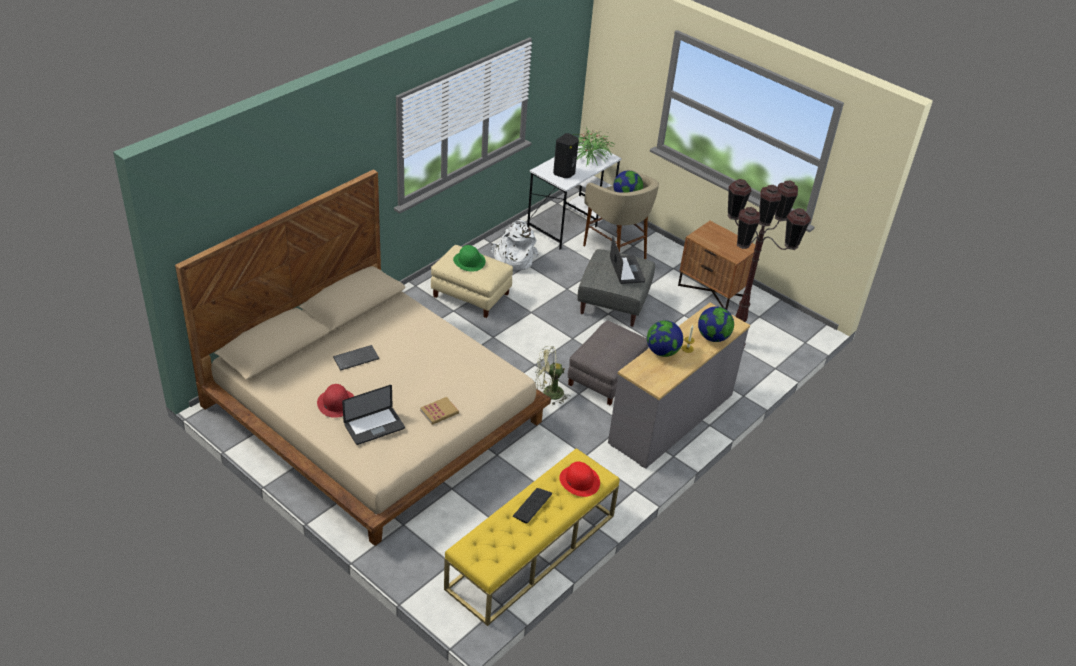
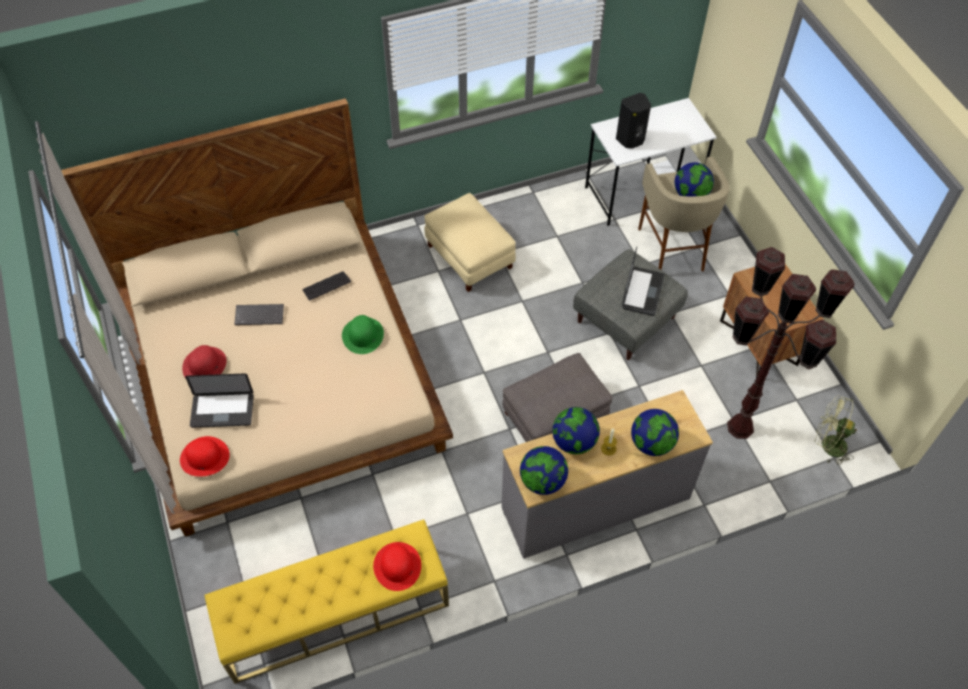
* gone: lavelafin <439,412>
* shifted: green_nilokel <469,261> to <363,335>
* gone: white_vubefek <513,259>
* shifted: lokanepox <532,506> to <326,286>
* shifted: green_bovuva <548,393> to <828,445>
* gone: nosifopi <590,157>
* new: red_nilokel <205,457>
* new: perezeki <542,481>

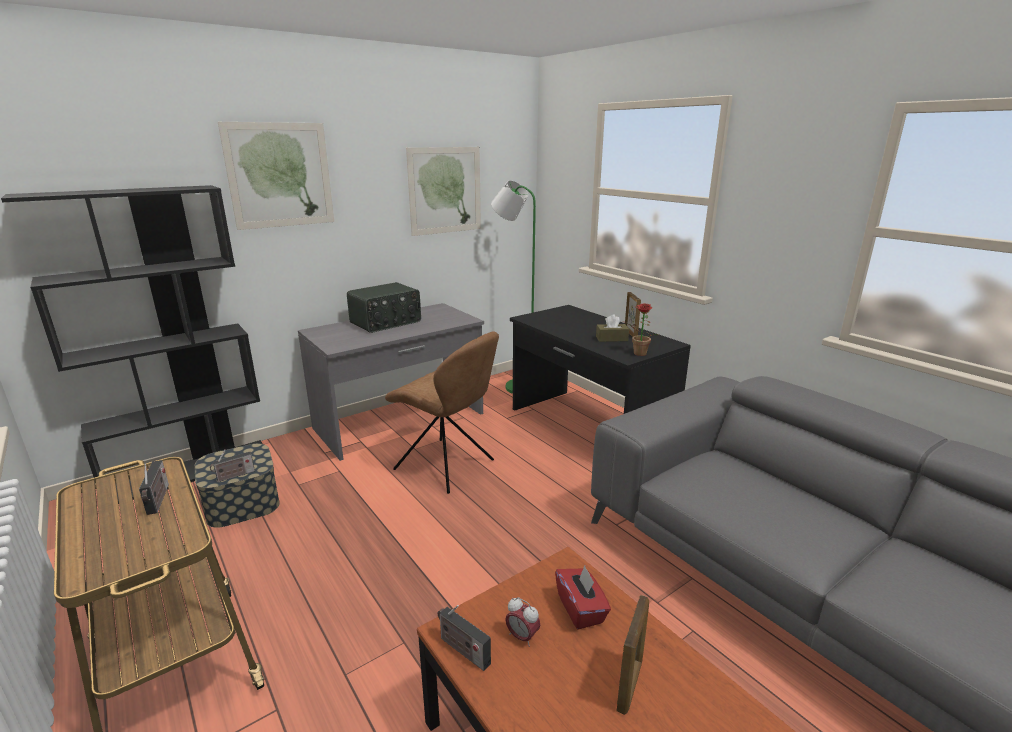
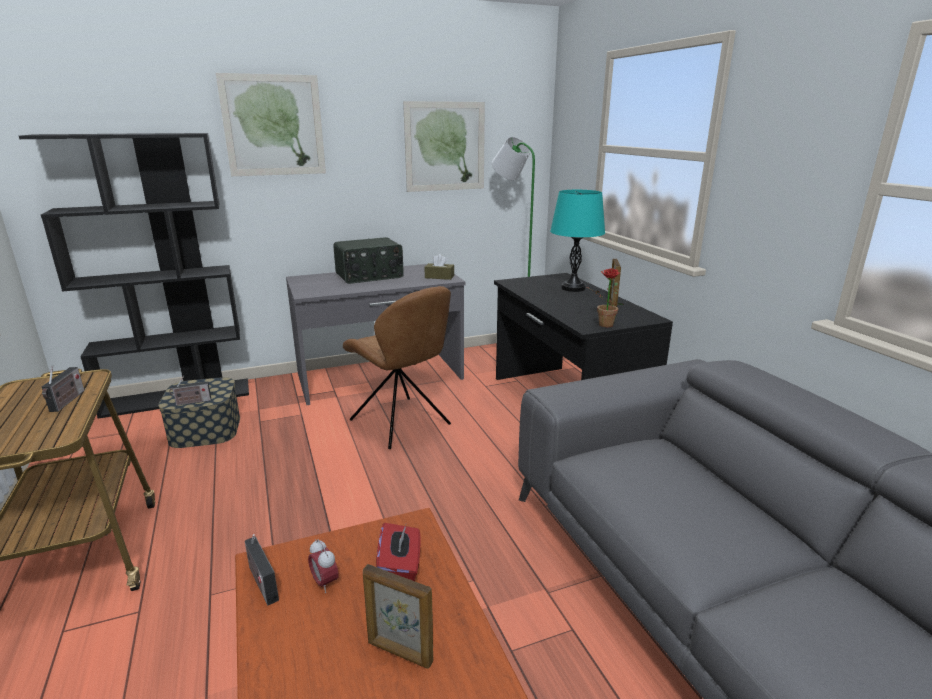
* shifted: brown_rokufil <611,338> to <439,277>
* rotated: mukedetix <630,685> = <399,652> 75 degrees clockwise
* new: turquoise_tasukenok <573,288>

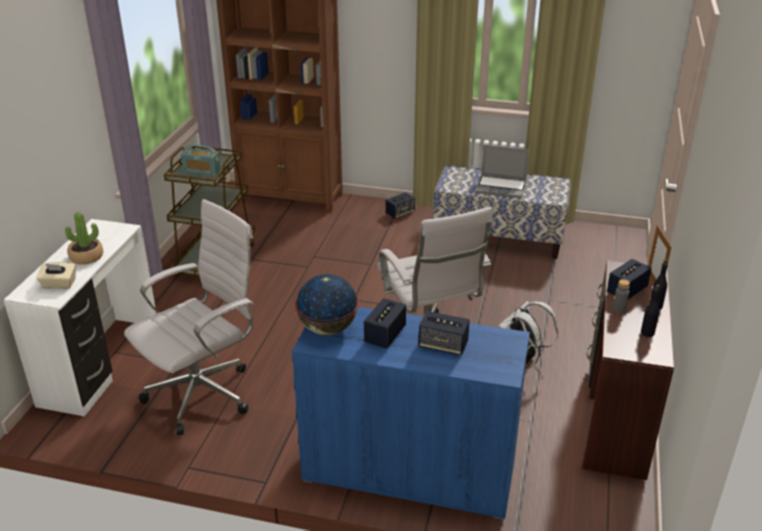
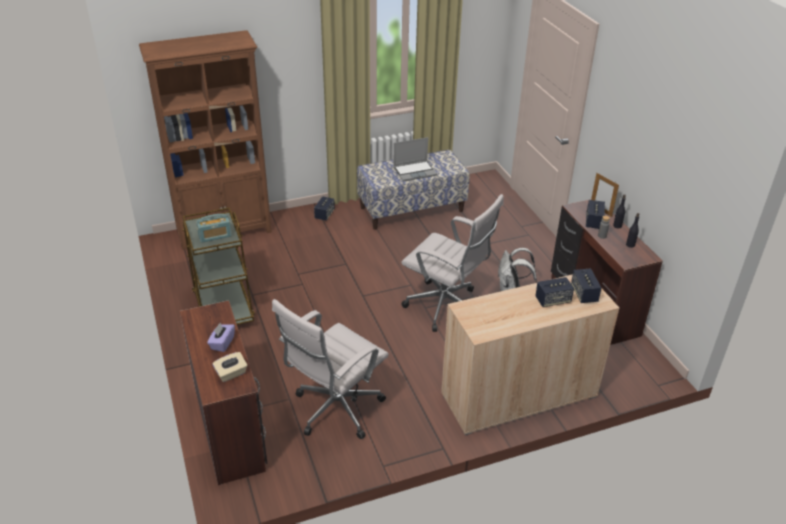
* repainted: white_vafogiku <102,364> to brown_vafogiku <231,427>
* swapped: nosifopi <86,257> to purple_rokufil <222,343>
* rotated: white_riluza <204,393> = <335,410> 150 degrees counterclockwise
* repainted: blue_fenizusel <409,471> to beige_fenizusel <518,395>
* gone: perezeki <328,328>
* shifted: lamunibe <385,335> to <584,294>

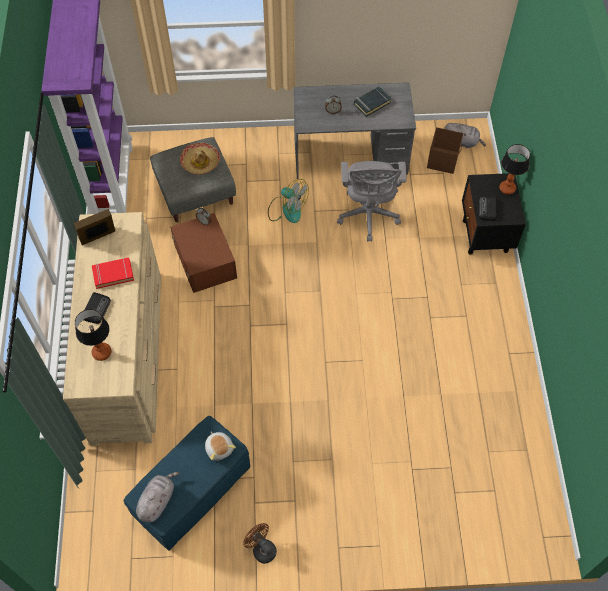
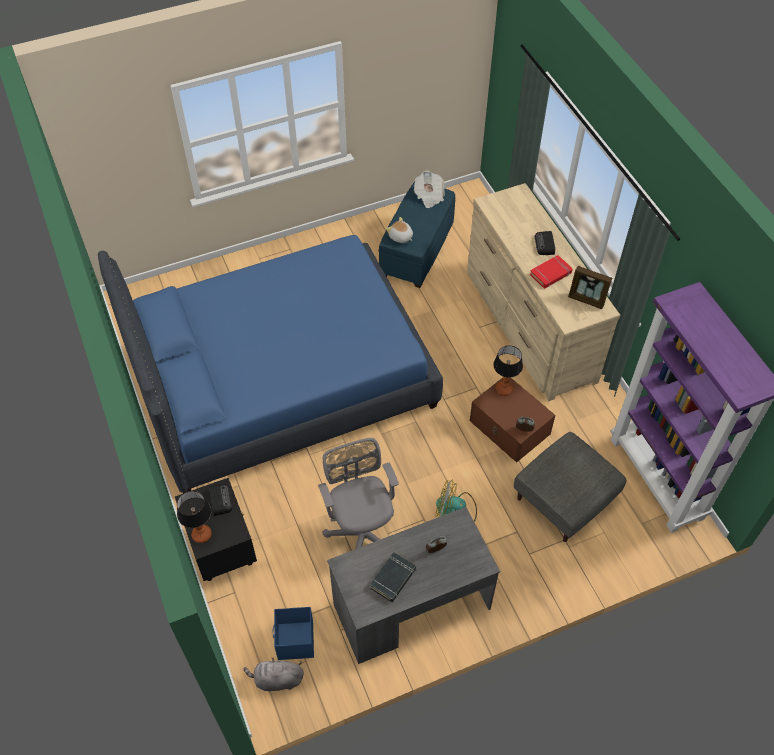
* rotated: mukedetix <98,237> = <587,299> 75 degrees clockwise
* shifted: tasukenok <101,352> to <504,390>
* swapped: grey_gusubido <157,500> to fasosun <429,196>
* gone: nilokel <200,162>
* gone: brown_bovuva <261,548>
* repainted: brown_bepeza <443,160> to blue_bepeza <295,641>
* new: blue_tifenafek <281,379>

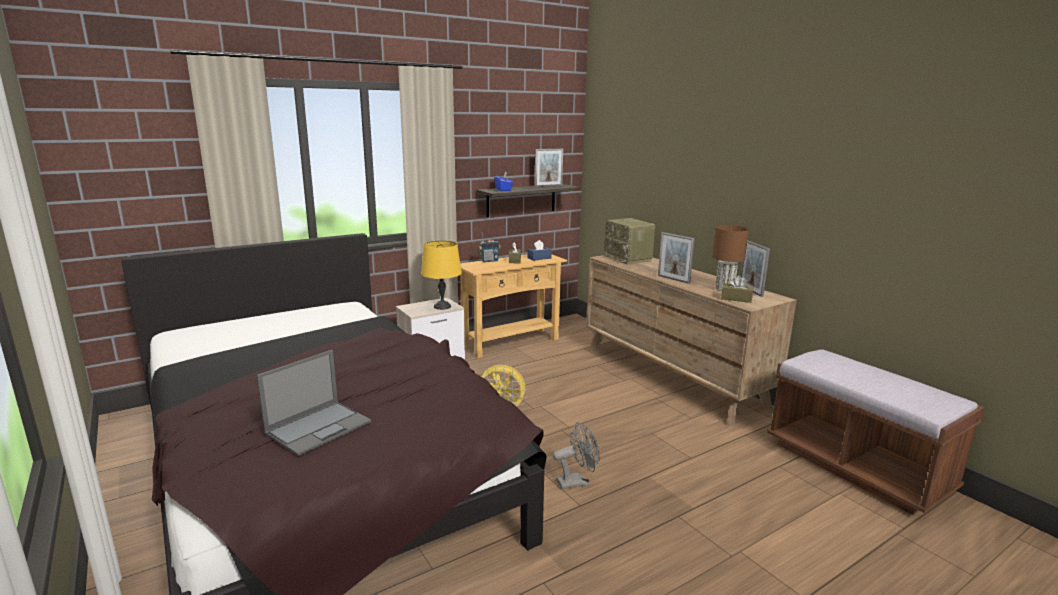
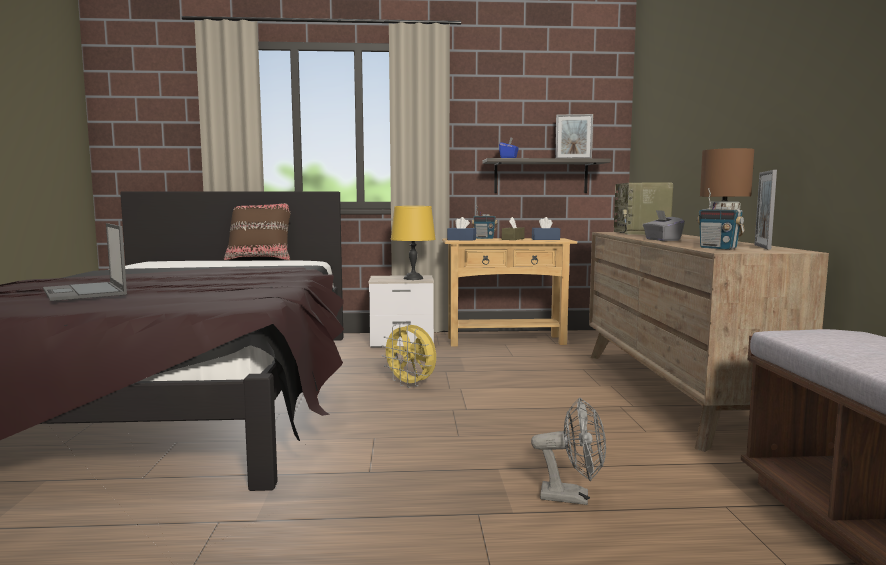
* rotated: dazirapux <319,427> = <85,292> 75 degrees clockwise
* shifted: grey_bovuva <577,481> to <573,497>
* swapped: mukedetix <673,279> to grey_rokufil <662,240>
* swapped: brown_rokufil <736,298> to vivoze <718,248>
* new: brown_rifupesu <260,259>
* new: blue_rokufil <461,239>

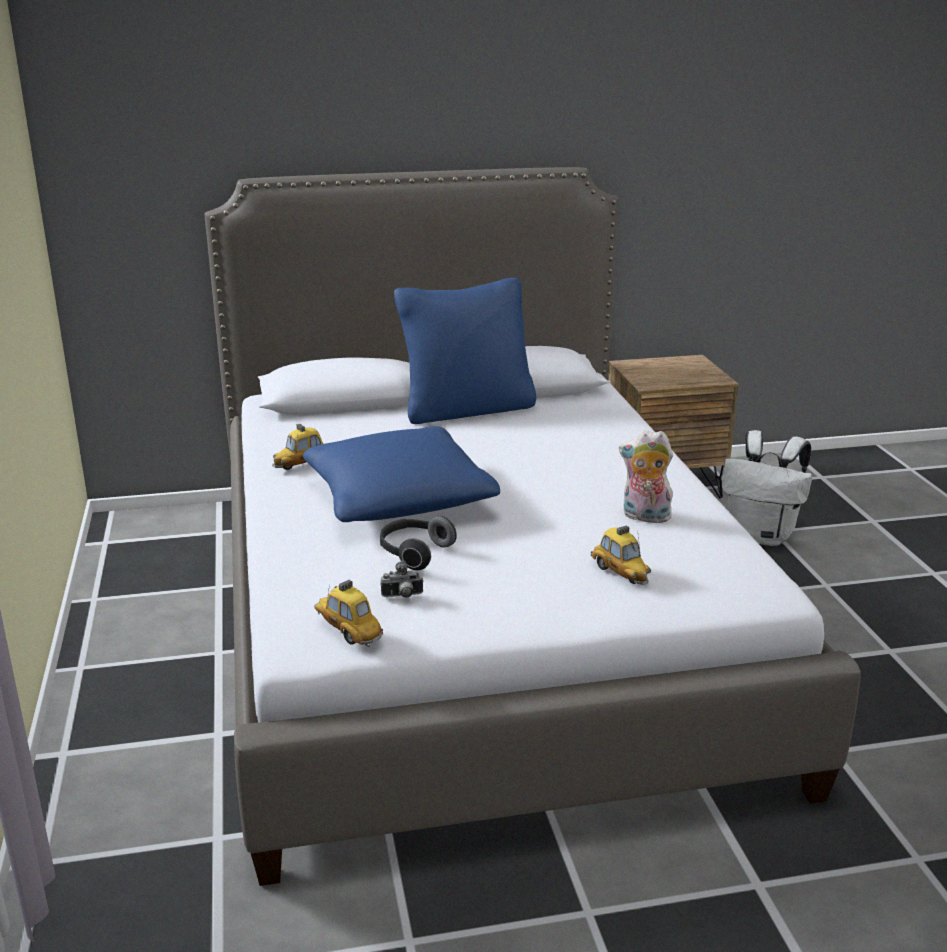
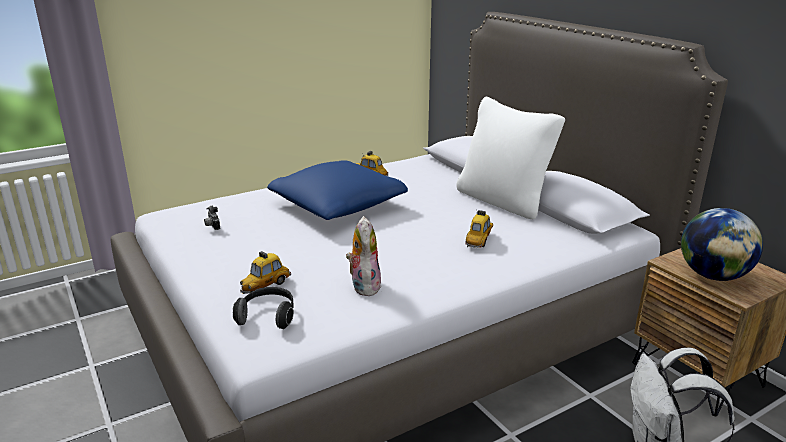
* shifted: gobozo <347,631> to <479,241>
* shifted: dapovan <414,553> to <268,317>
* repainted: blue_rifupesu <466,409> to white_rifupesu <503,201>
* new: perezeki <713,275>

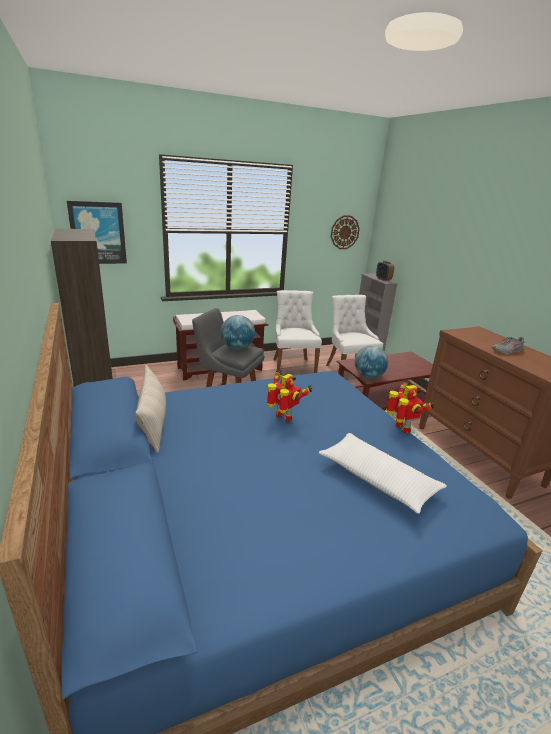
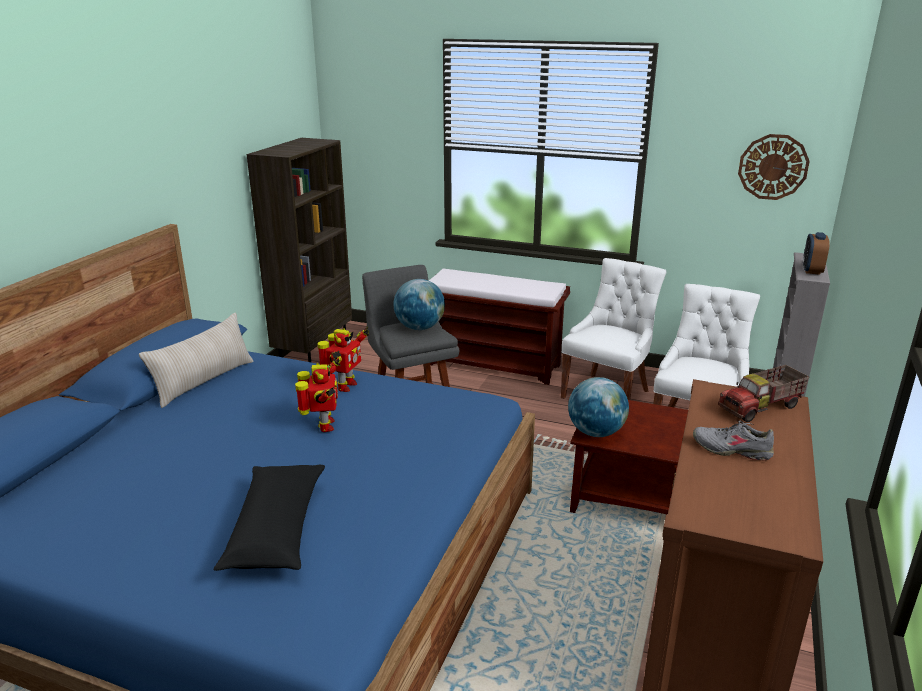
* gone: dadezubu <98,233>
* repainted: white_rifupesu <377,479> to black_rifupesu <276,528>
* shifted: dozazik <401,429> to <345,386>
* new: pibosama <761,408>

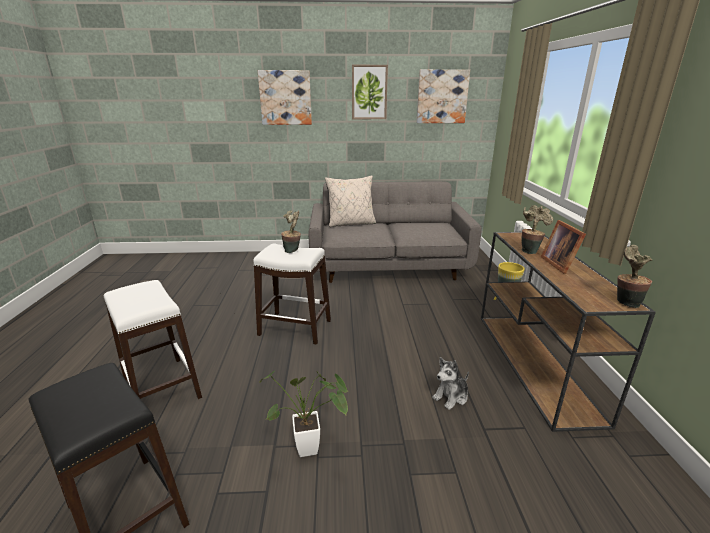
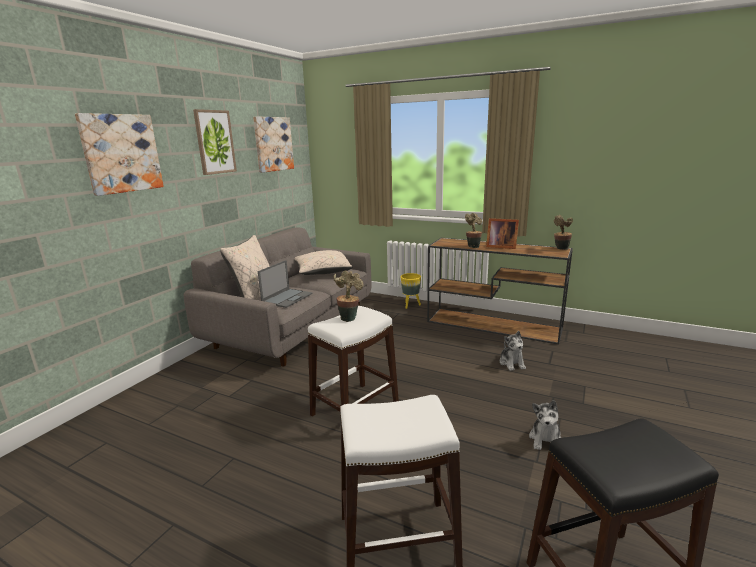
* swapped: nosifopi <313,448> to gusubido <545,440>
* new: dazirapux <287,298>
* new: beige_rifupesu <322,273>

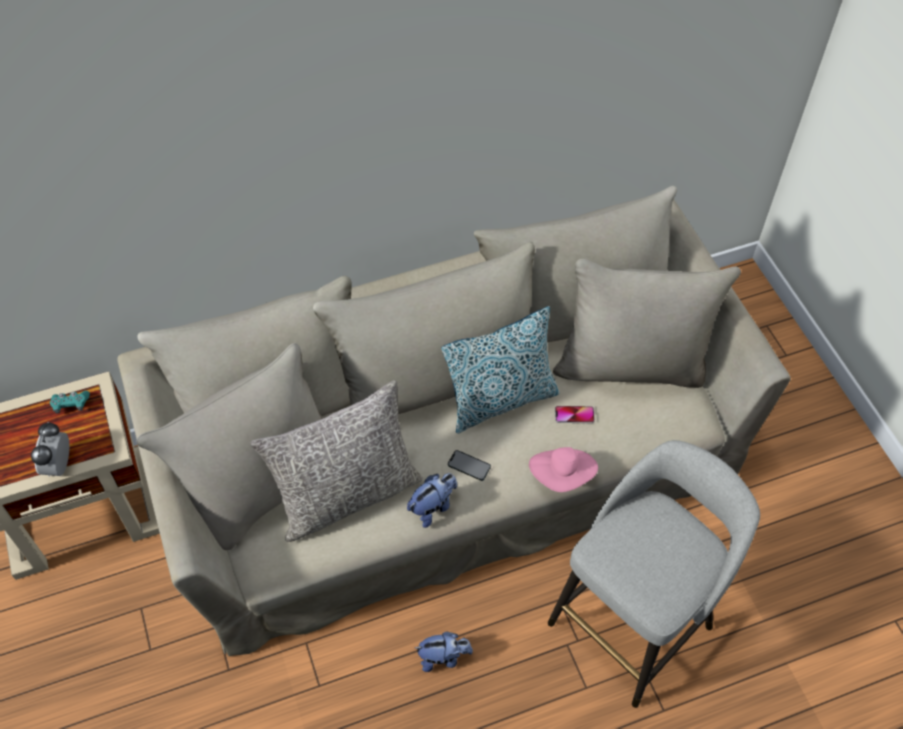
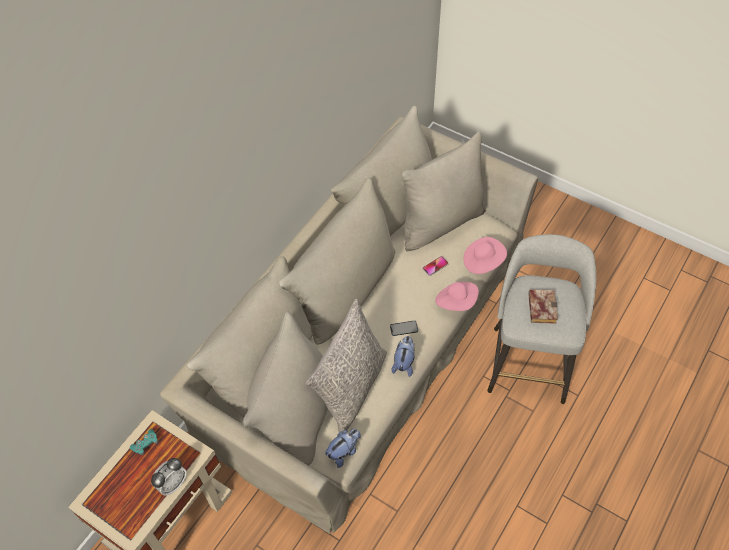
* rotated: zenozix <59,465> = <172,483> 105 degrees counterclockwise
* shifted: gusubido <443,657> to <344,452>
* gone: rifupesu <501,400>
* new: pink_nilokel <482,261>
* new: lavelafin <540,307>

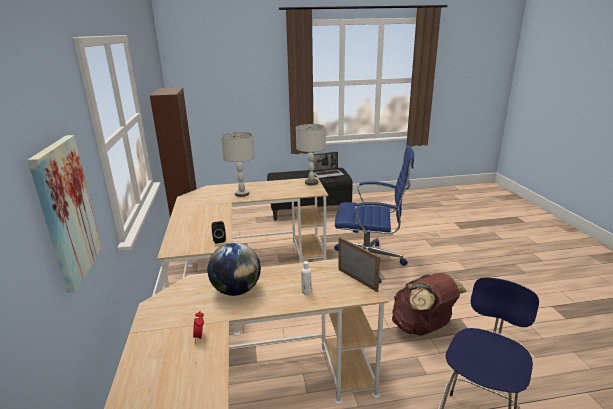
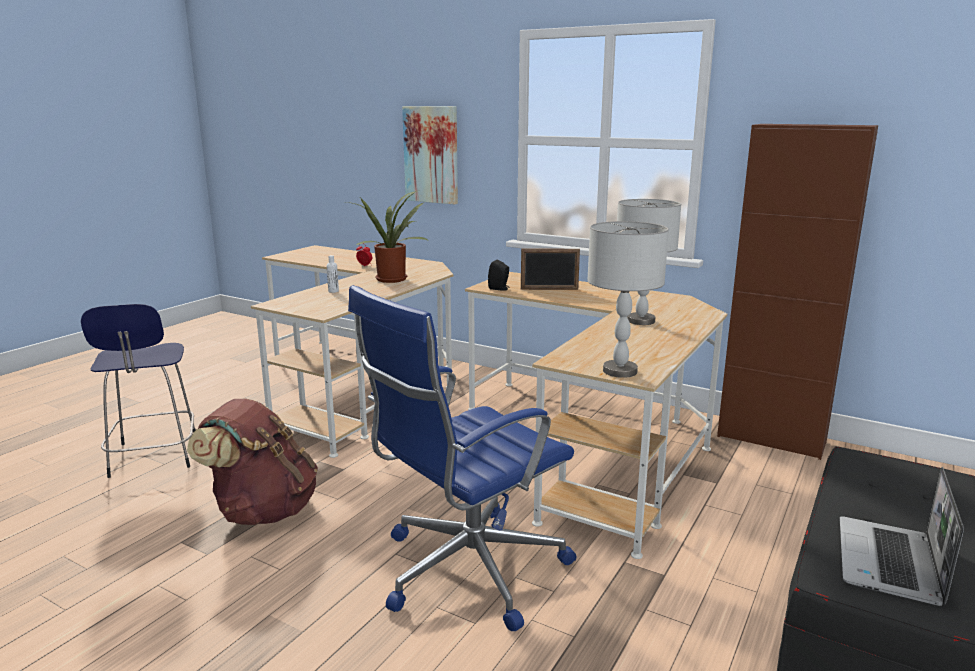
* swapped: perezeki <236,290> to nosifopi <392,278>
* shifted: mukedetix <357,279> to <549,289>

